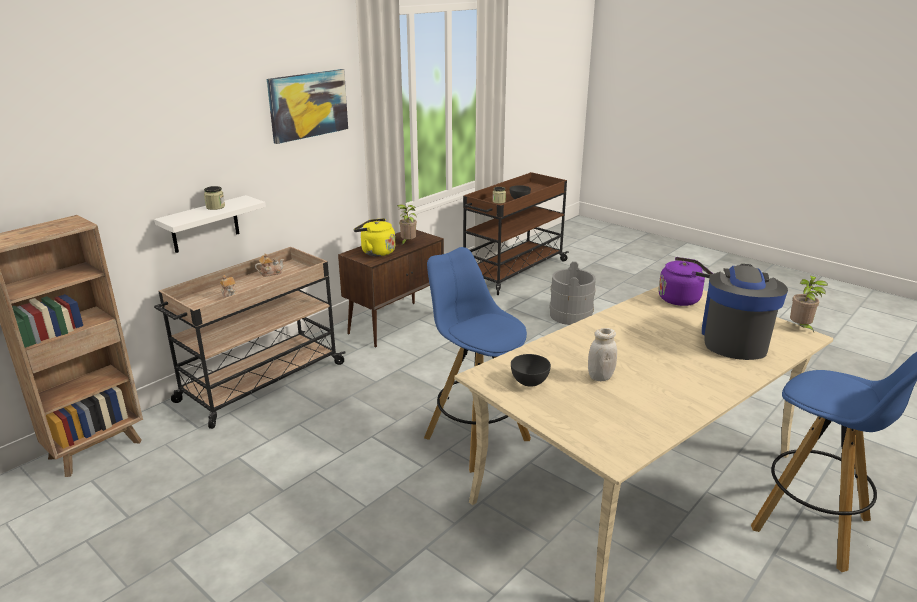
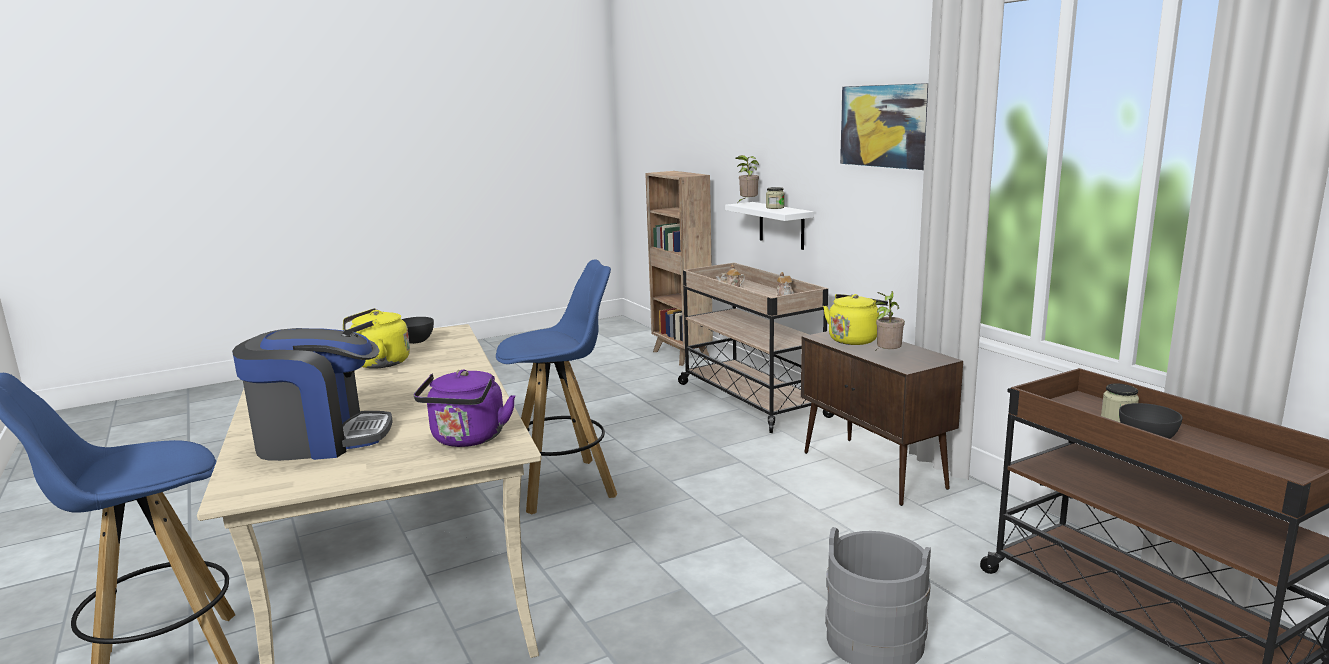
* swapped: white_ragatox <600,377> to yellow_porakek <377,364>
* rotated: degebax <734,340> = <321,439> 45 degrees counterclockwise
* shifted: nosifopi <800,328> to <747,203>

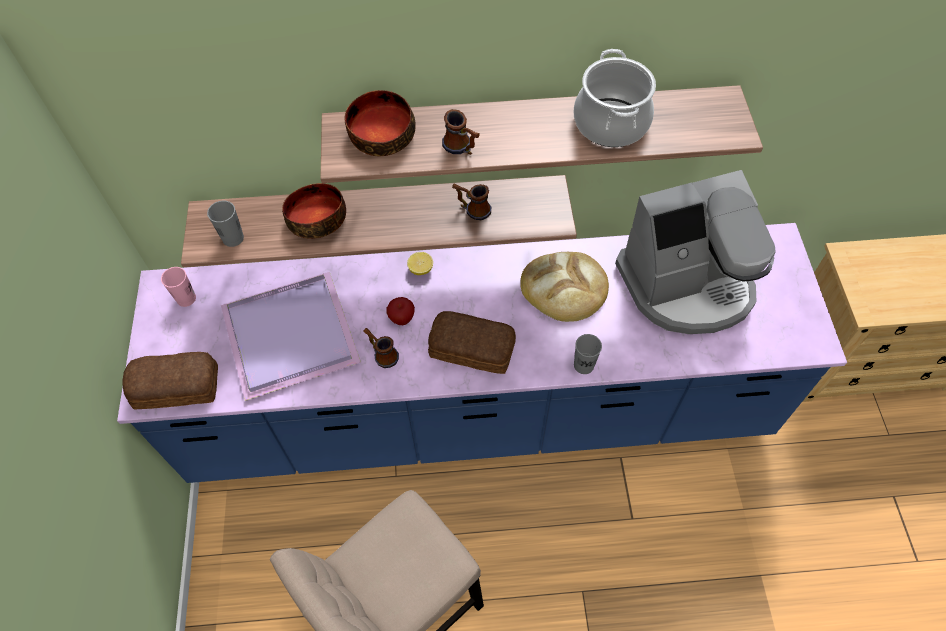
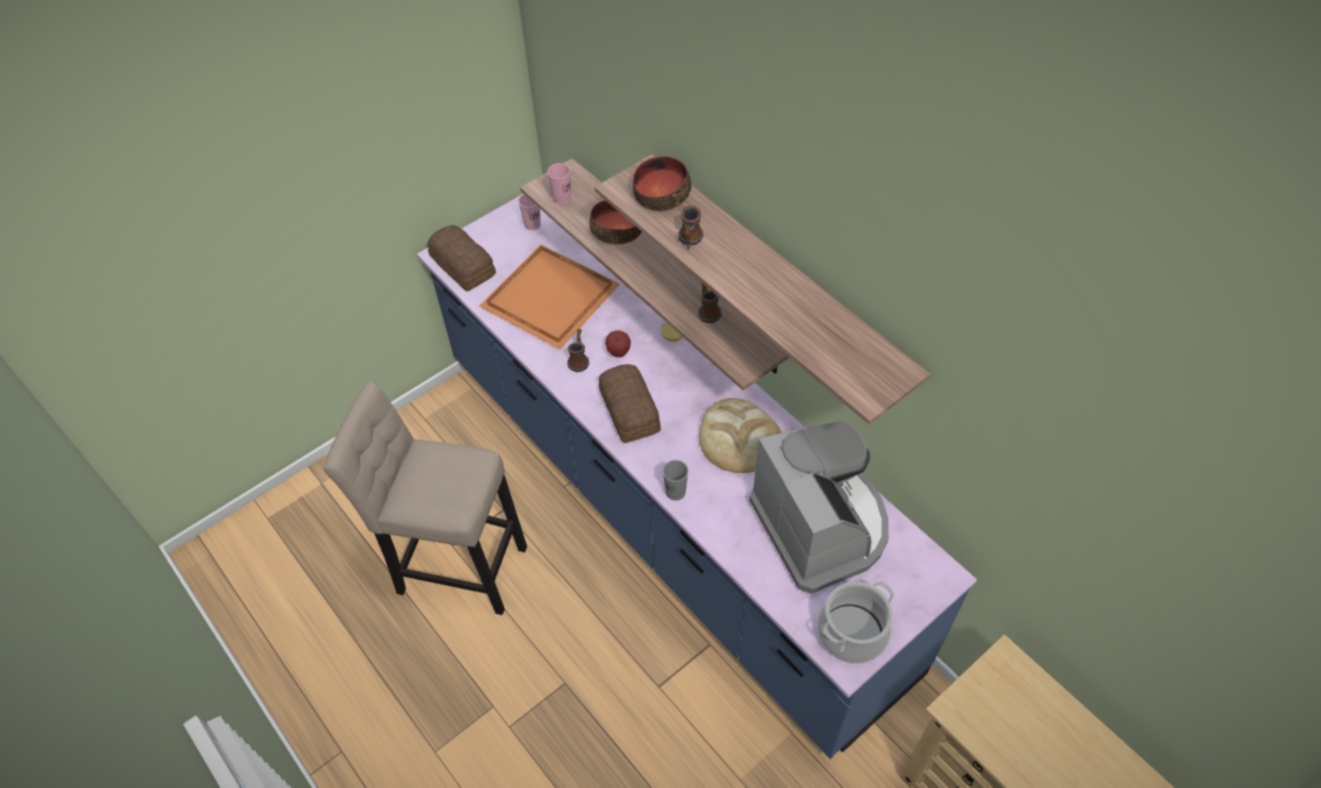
* repainted: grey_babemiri <233,238> to pink_babemiri <562,198>
* repainted: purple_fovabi <288,338> to orange_fovabi <547,298>
* shifted: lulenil <610,123> to <852,632>
* rotated: degebax <687,285> = <821,525> 150 degrees counterclockwise

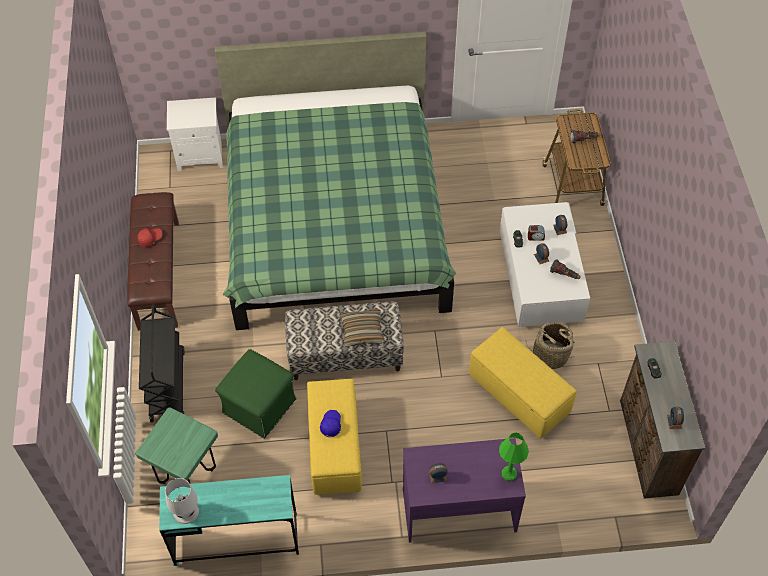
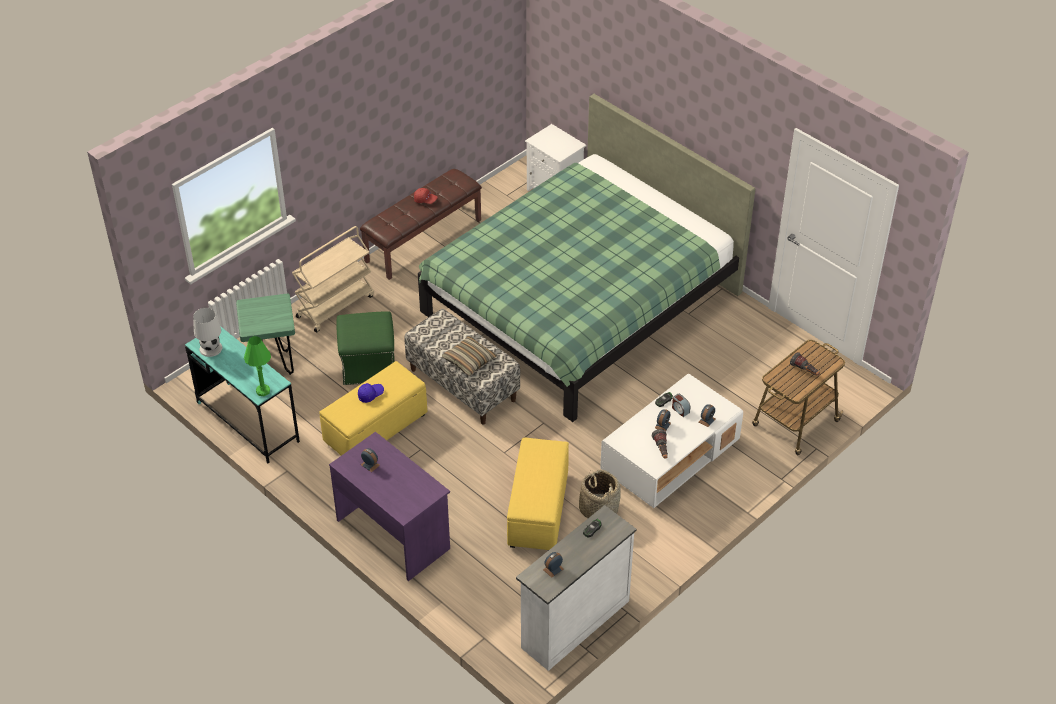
* repainted: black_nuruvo <167,385> to beige_nuruvo <335,306>
* shifted: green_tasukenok <509,474> to <263,391>
* repainted: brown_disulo <647,447> to white_disulo <573,623>

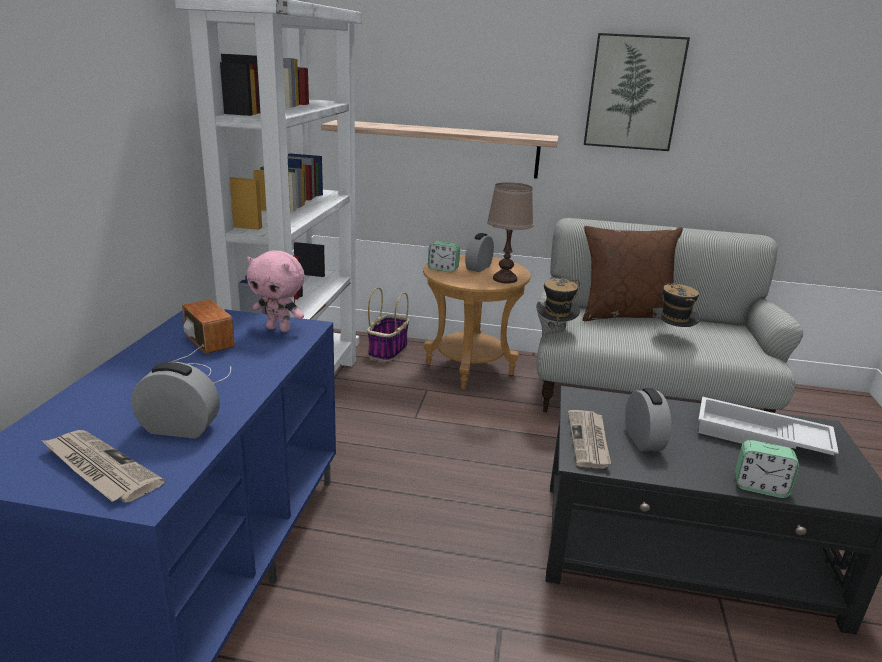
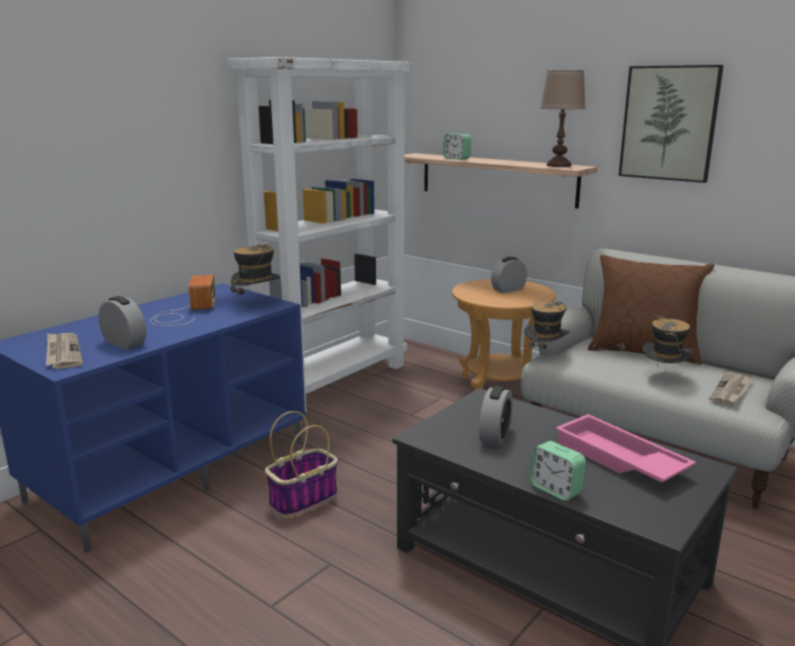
* swapped: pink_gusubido <279,329> to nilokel <257,303>
* shifted: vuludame <388,350> to <303,498>
* shifted: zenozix <443,269> to <456,158>
* shifted: brown_tasukenok <504,279> to <558,165>
* shifted: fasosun <589,441> to <731,391>
* repainted: white_fovabi <760,437> to pink_fovabi <618,459>

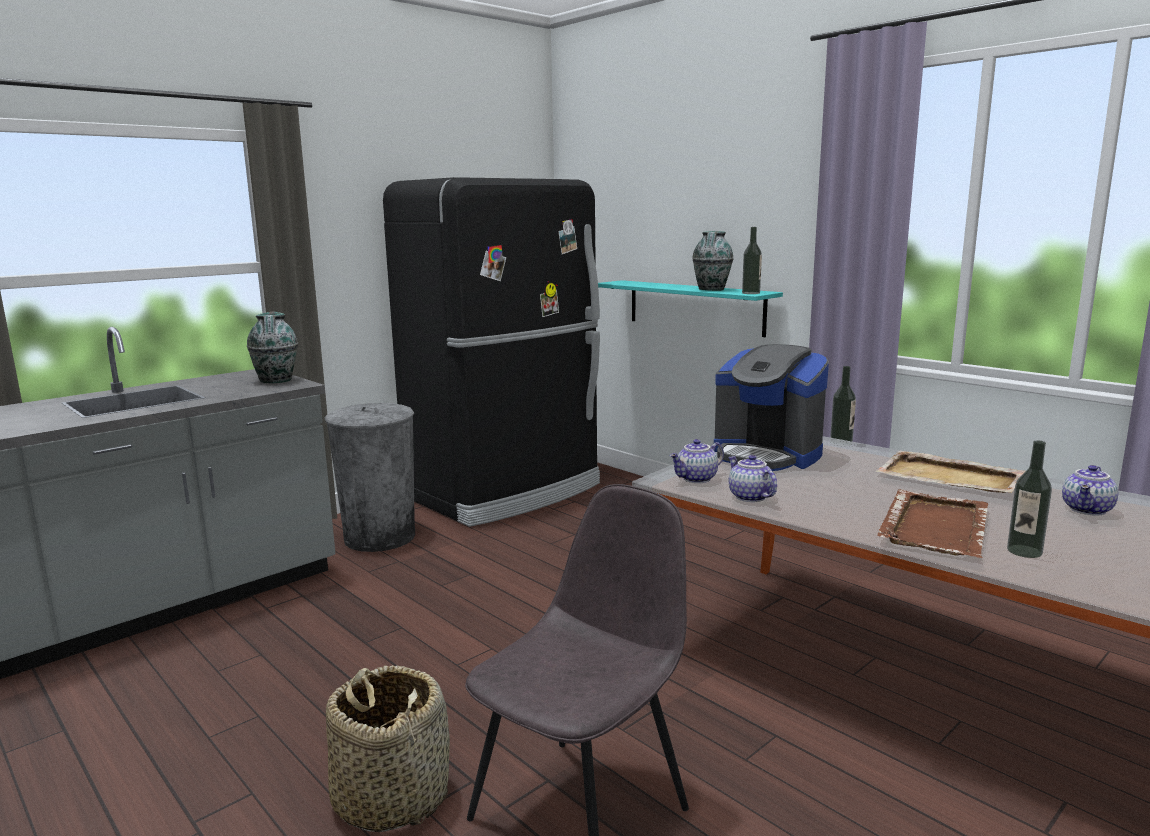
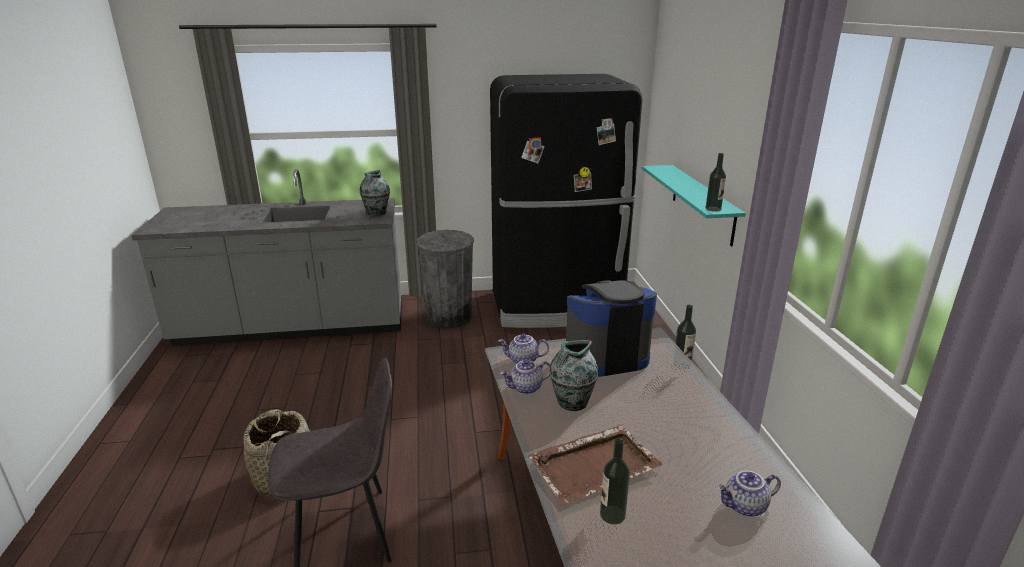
* shifted: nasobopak <711,289> to <571,403>
* rotated: degebax <767,455> = <606,356> 90 degrees clockwise
* rotated: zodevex <749,497> = <526,388> 120 degrees counterclockwise
* gone: beige_fovabi <951,477>

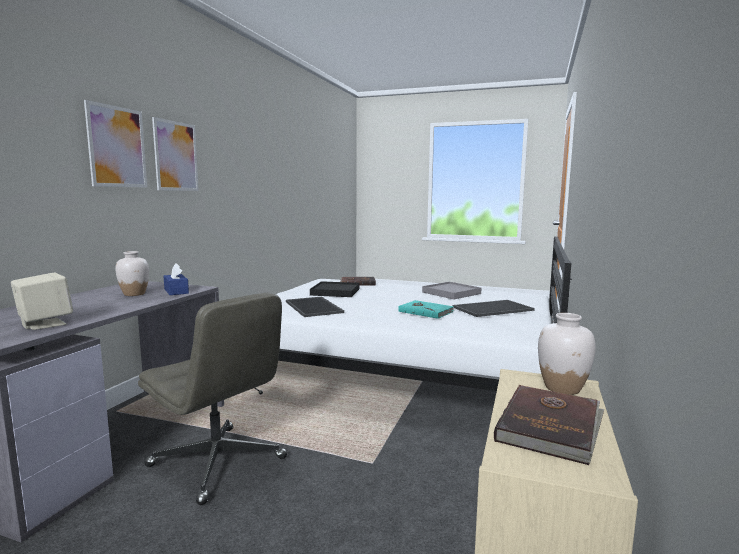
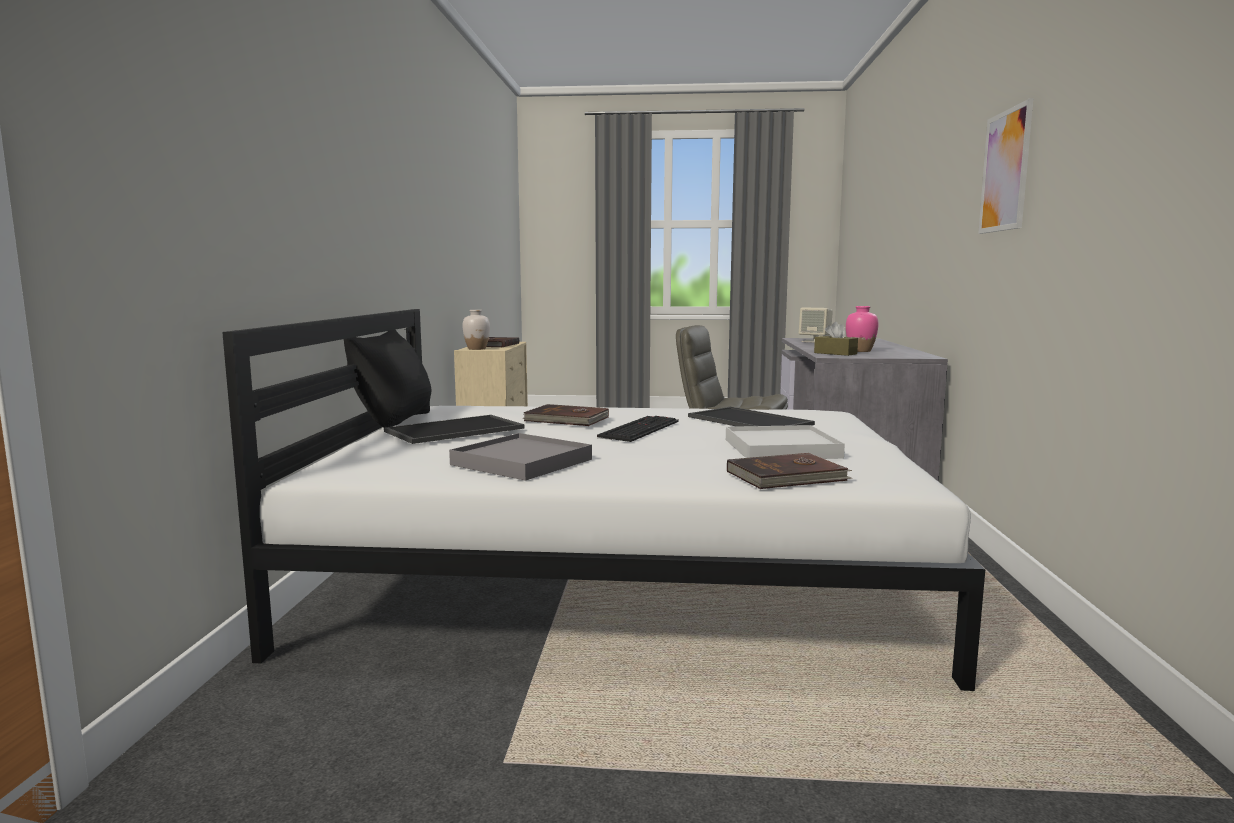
* gone: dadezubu <117,147>
* repainted: white_nasobopak <134,294> to pink_nasobopak <860,351>
* repainted: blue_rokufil <176,291> to brown_rokufil <835,353>
* repainted: black_fovabi <335,292> to white_fovabi <781,448>
* repainted: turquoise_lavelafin <425,311> to brown_lavelafin <567,419>
* new: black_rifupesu <394,421>
* new: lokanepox <638,429>

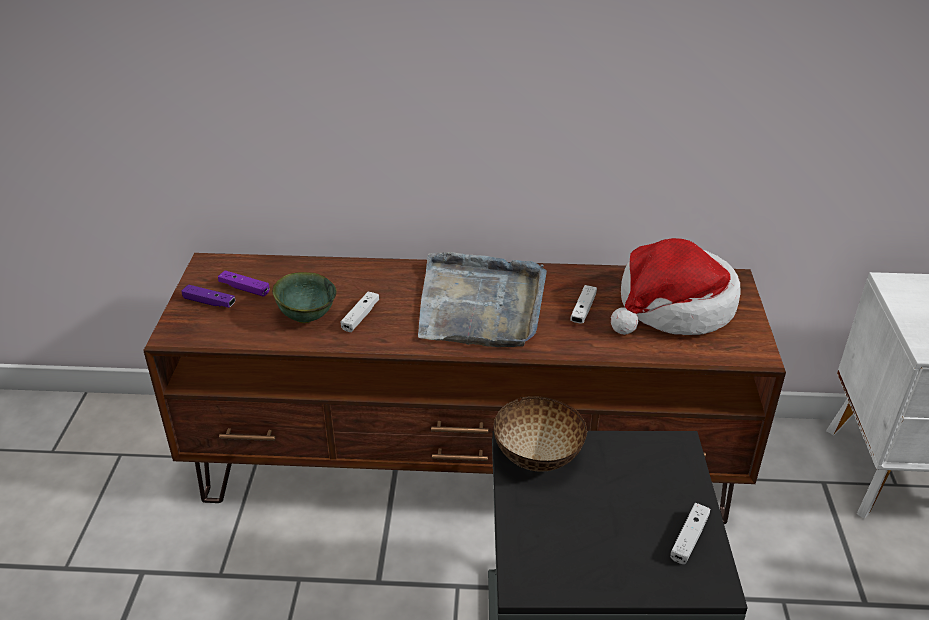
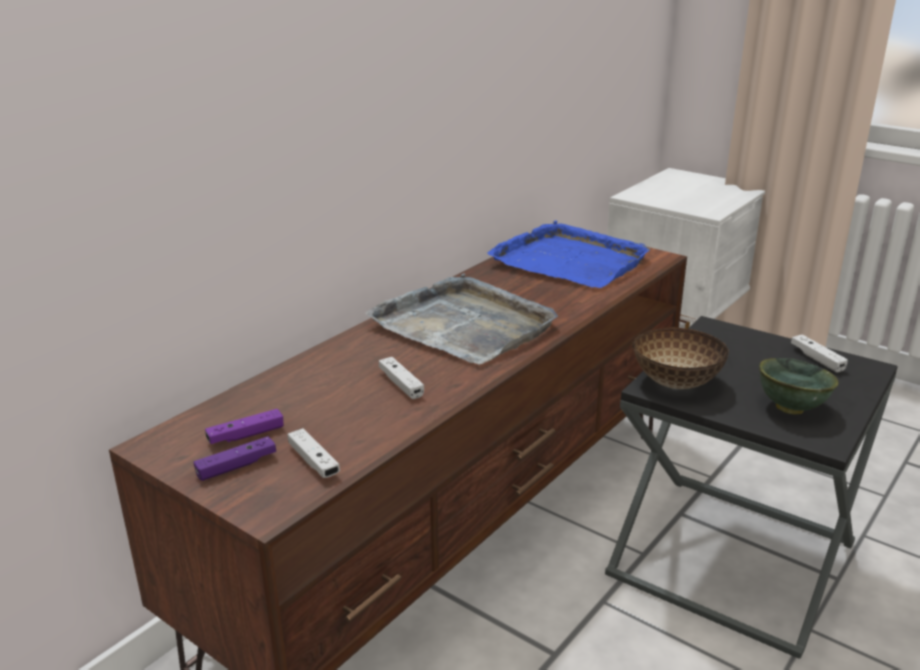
* shifted: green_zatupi <307,316> to <789,408>
* shifted: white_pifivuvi <583,310> to <313,461>
* swapped: nilokel <673,307> to blue_fovabi <570,261>

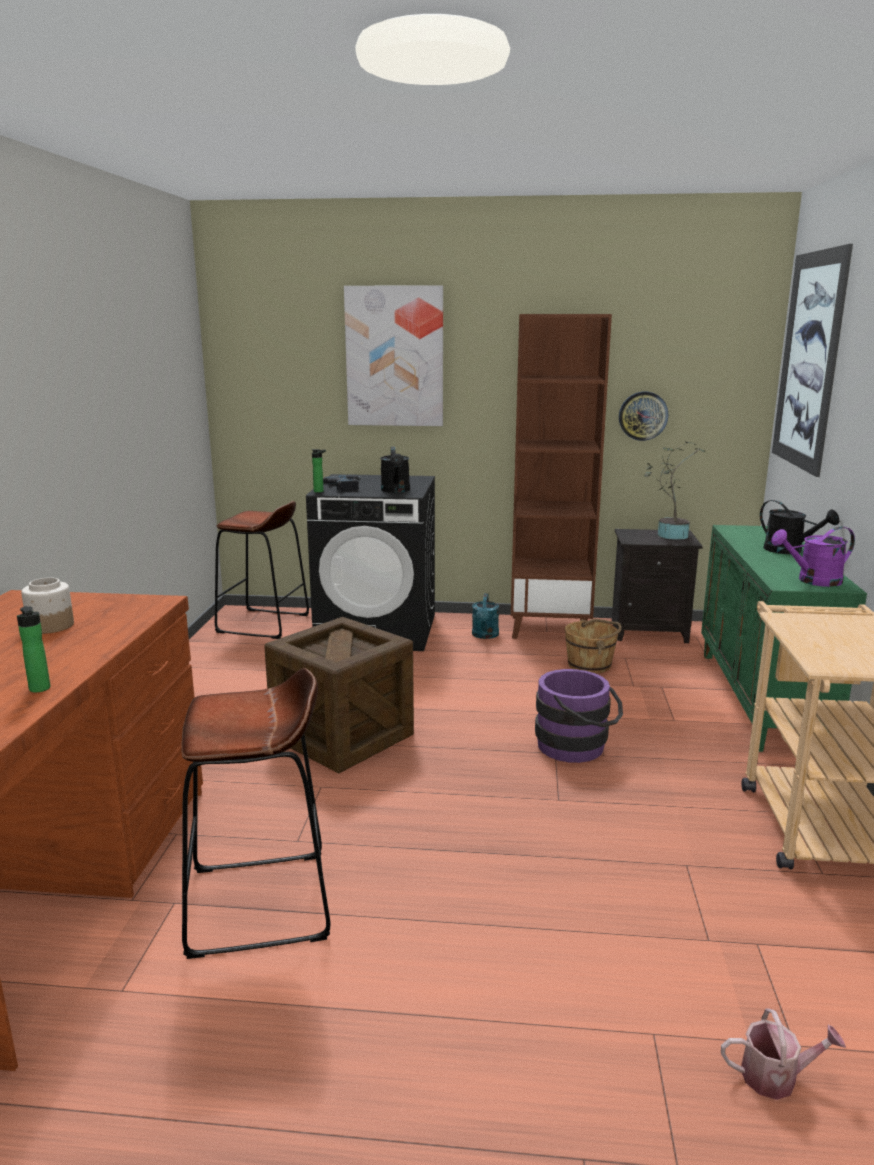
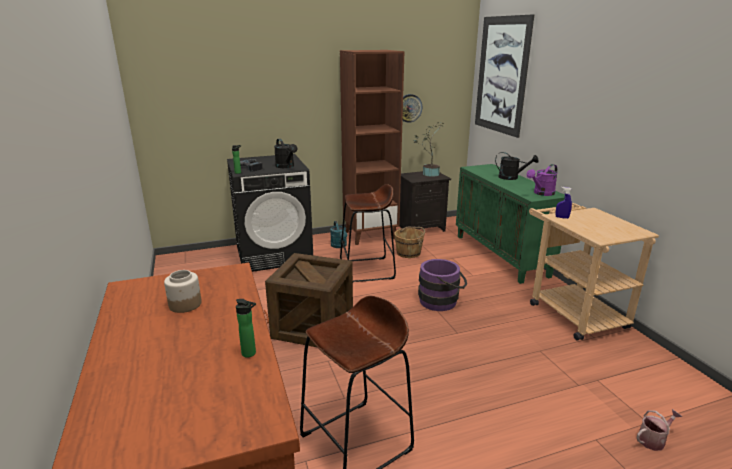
* shifted: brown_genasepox <263,624> to <367,270>
* gone: dadezubu <394,357>
* new: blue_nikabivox <562,217>

